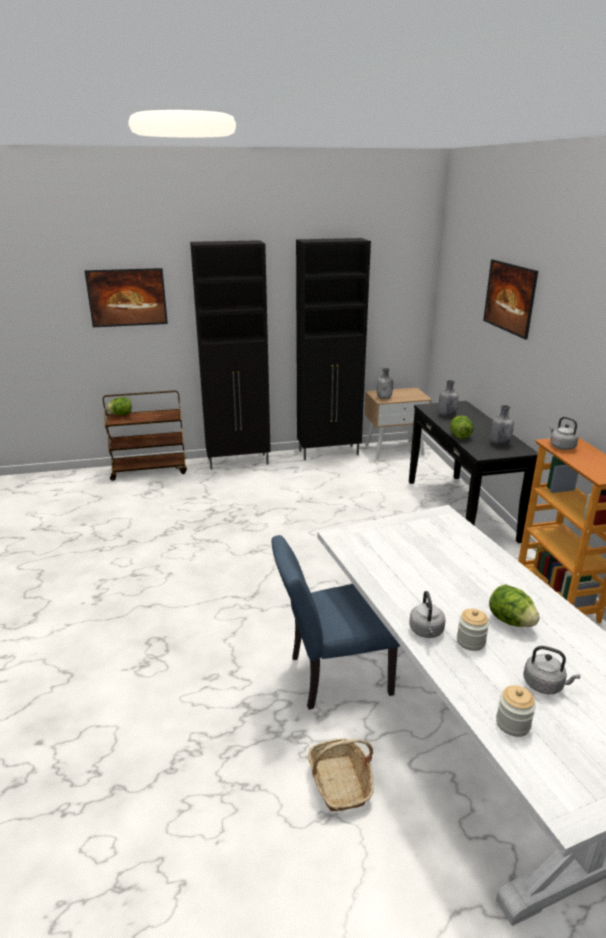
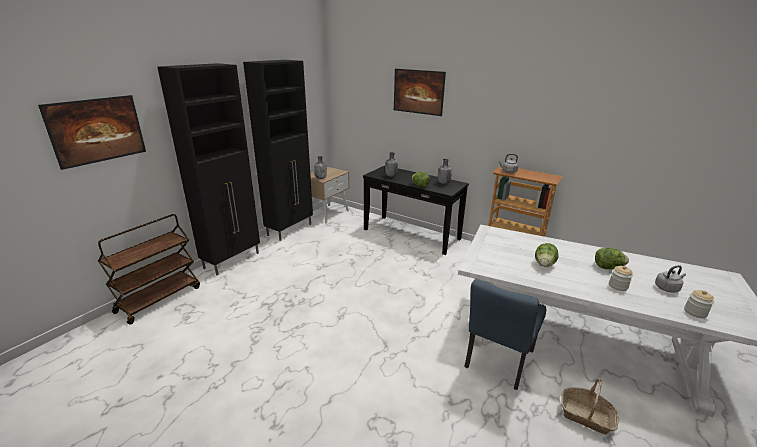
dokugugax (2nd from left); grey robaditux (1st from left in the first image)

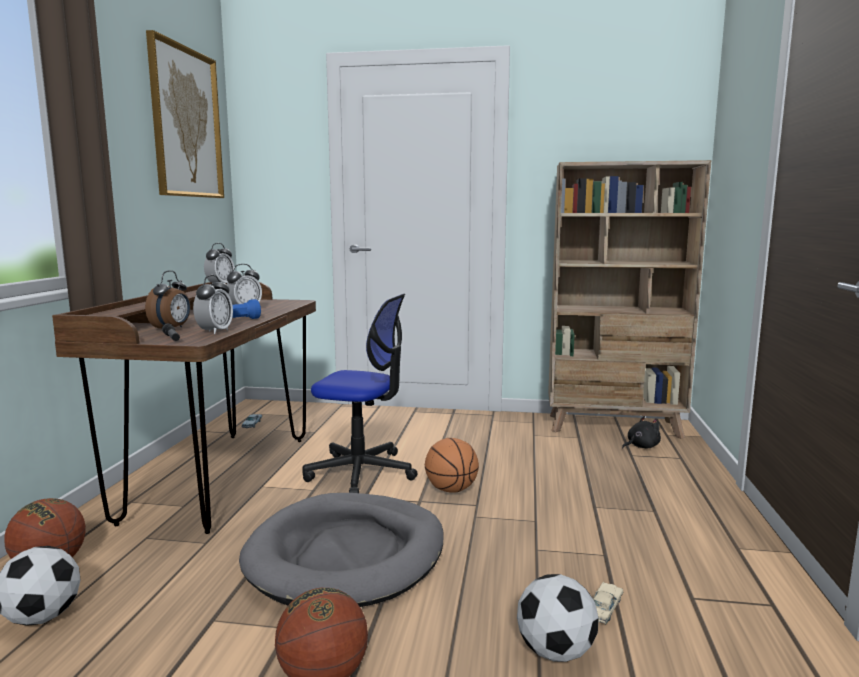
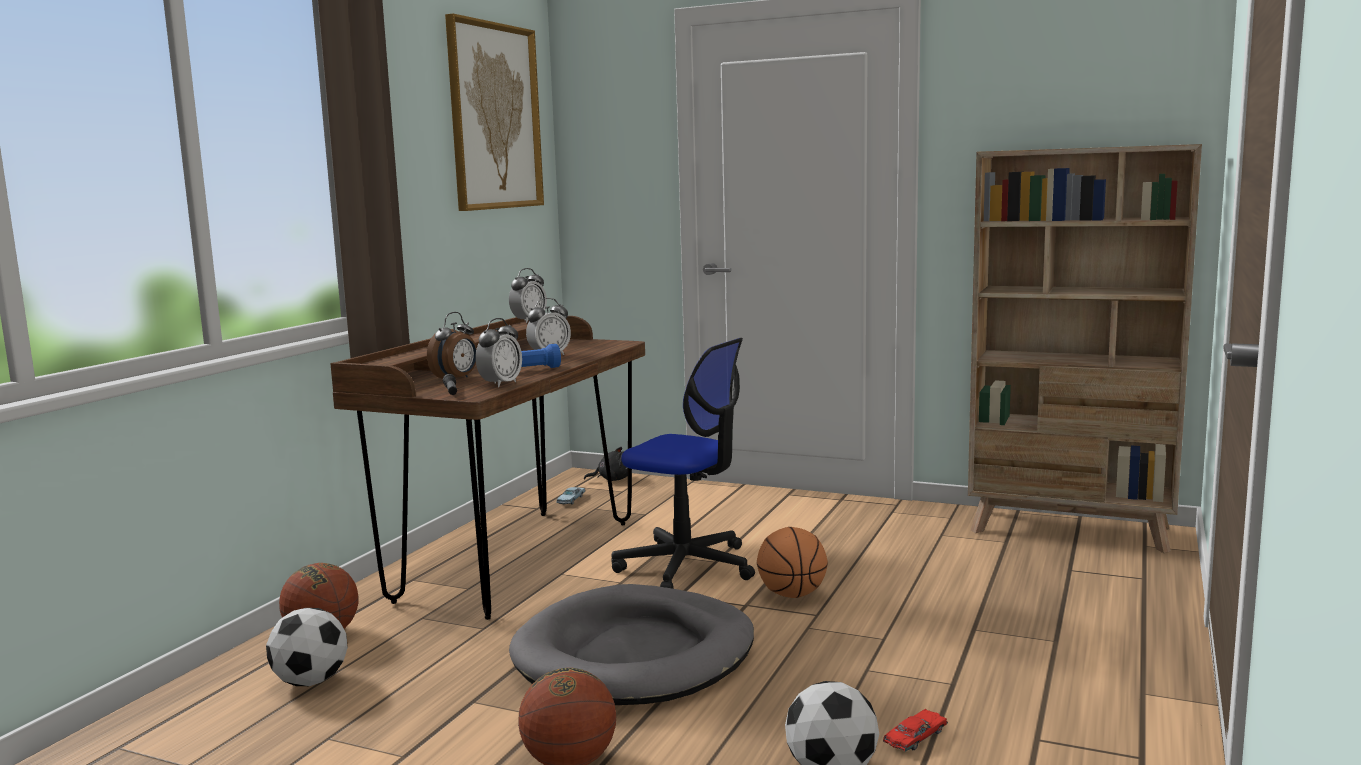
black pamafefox; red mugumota

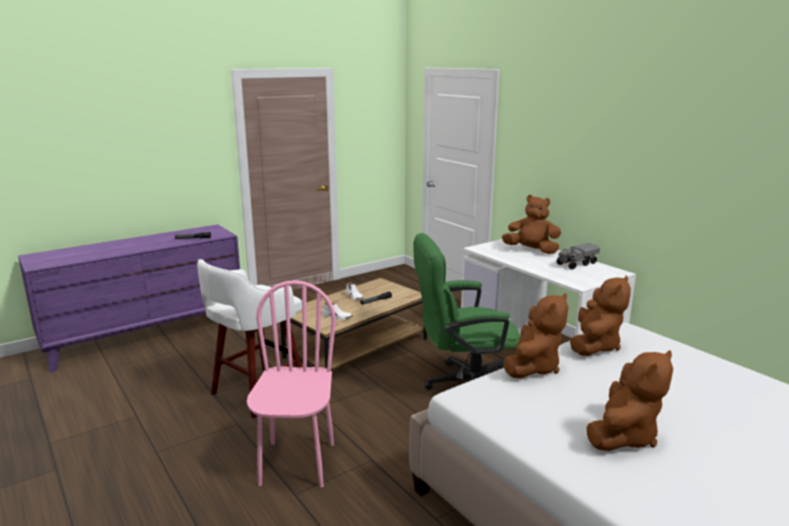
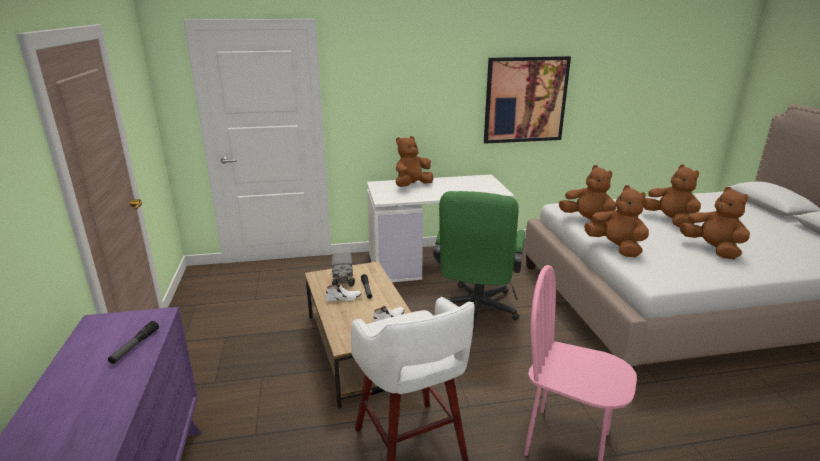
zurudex; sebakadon; brown pamafefox (4th from left)

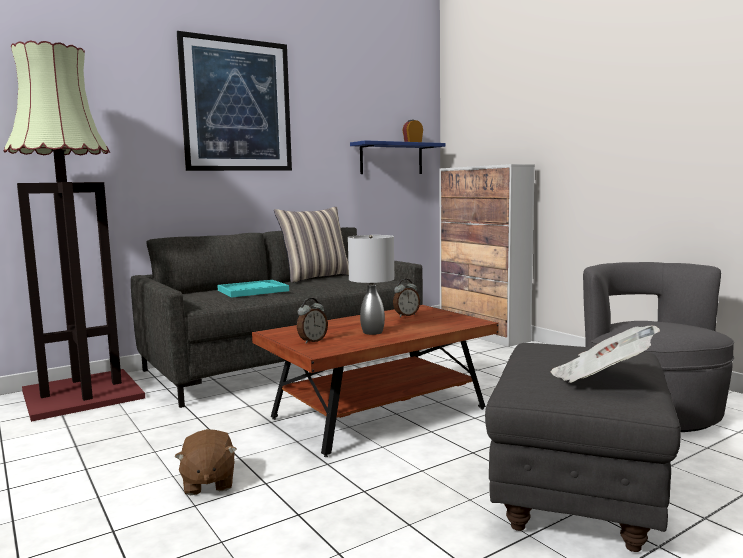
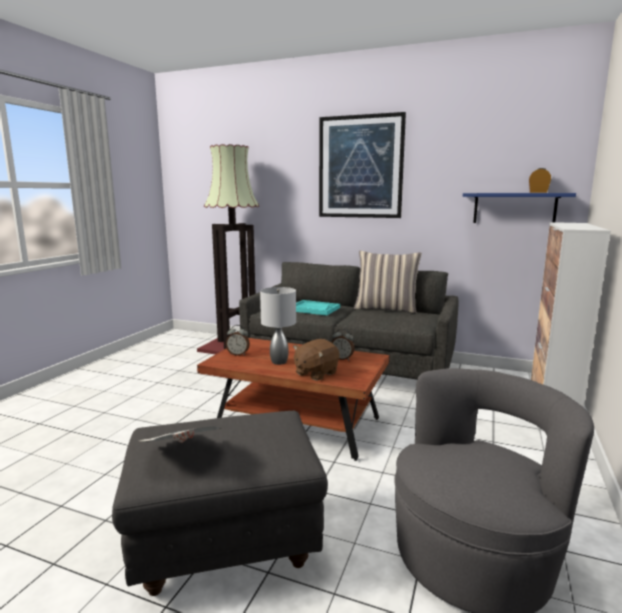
brown pamafefox

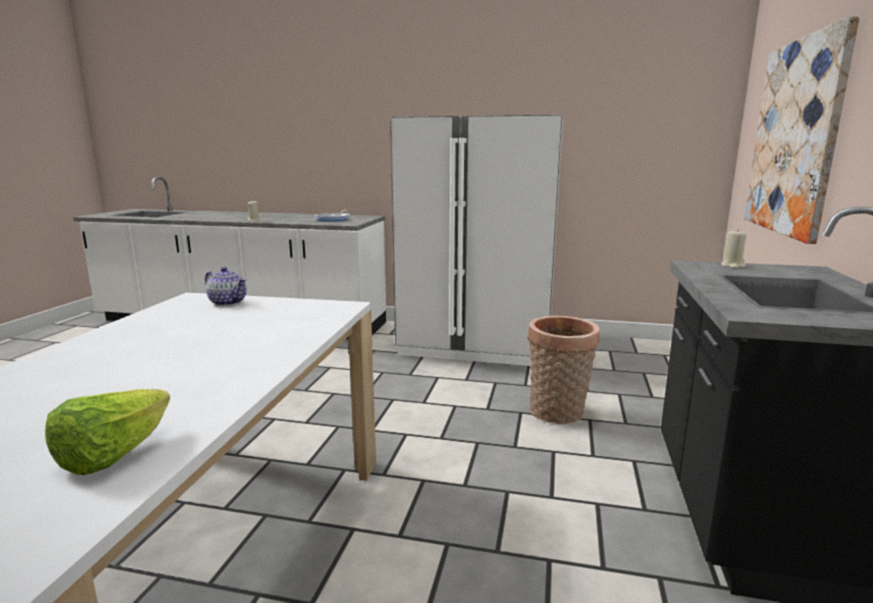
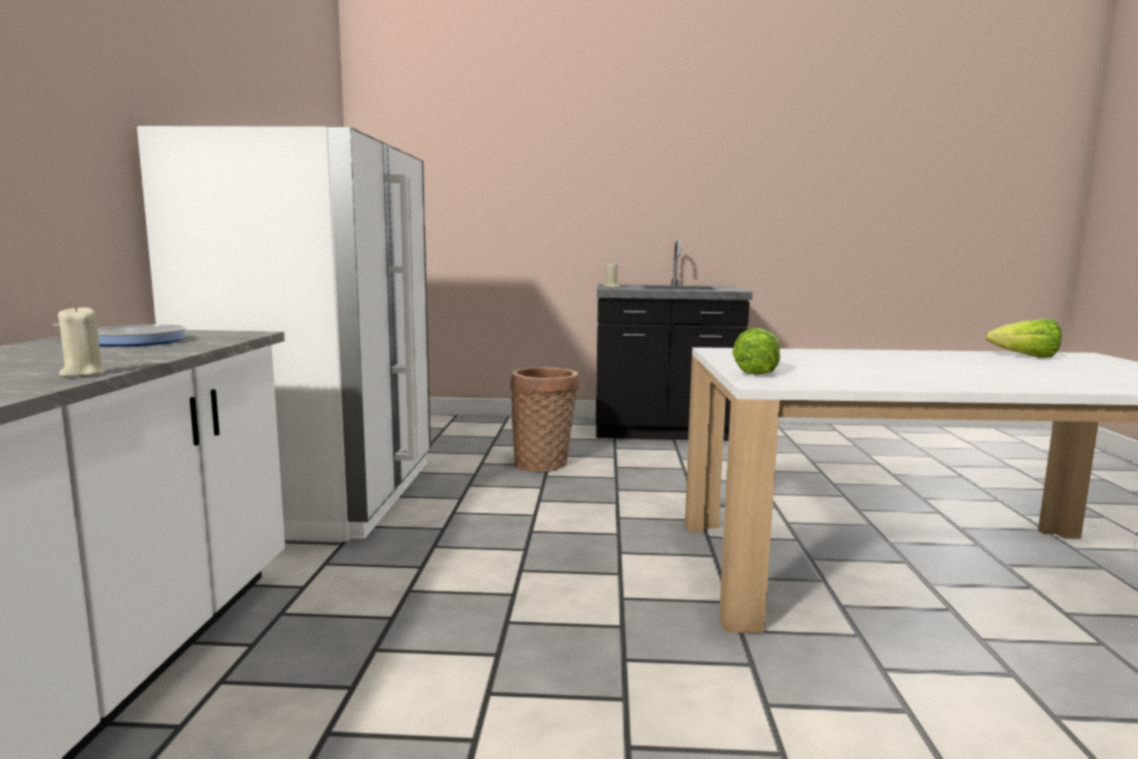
dokugugax (1st from left); sebakadon

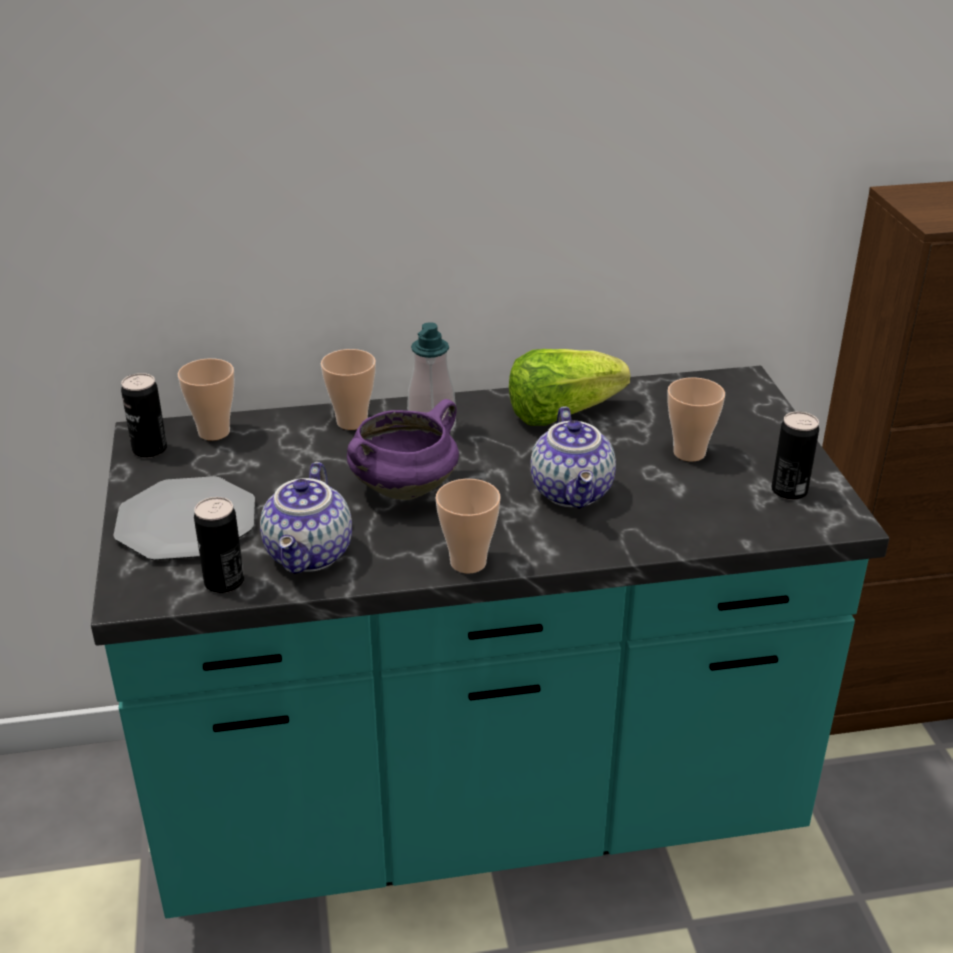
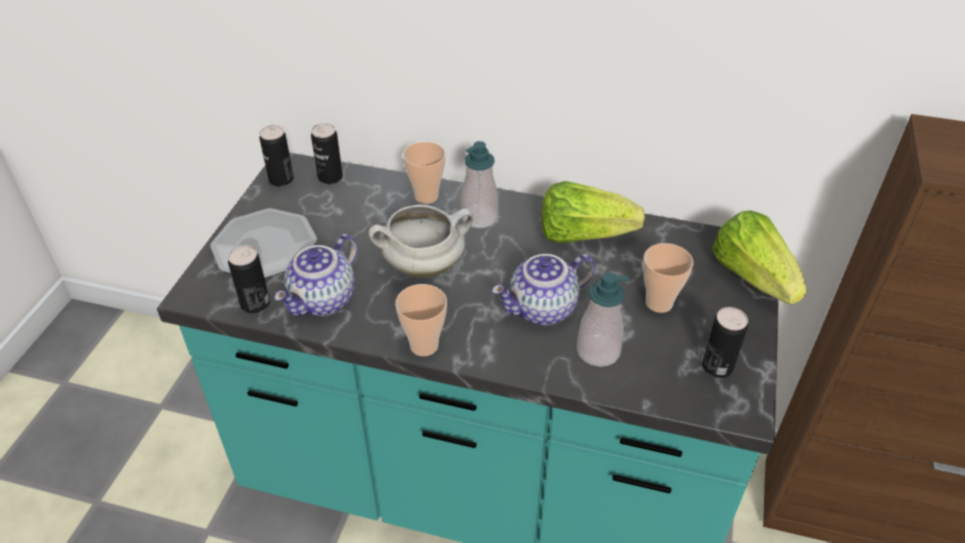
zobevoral (3rd from left); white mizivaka; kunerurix (2nd from left); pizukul (2nd from left); dokugugax (2nd from left)

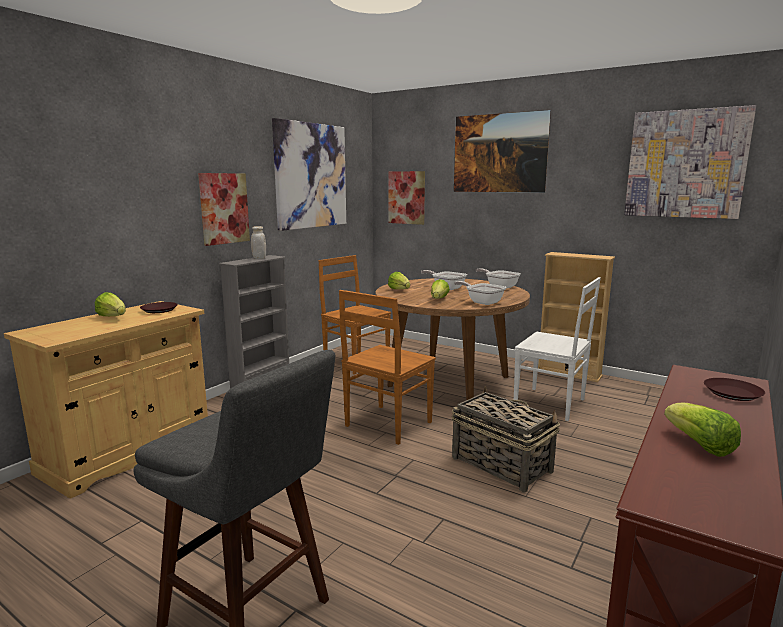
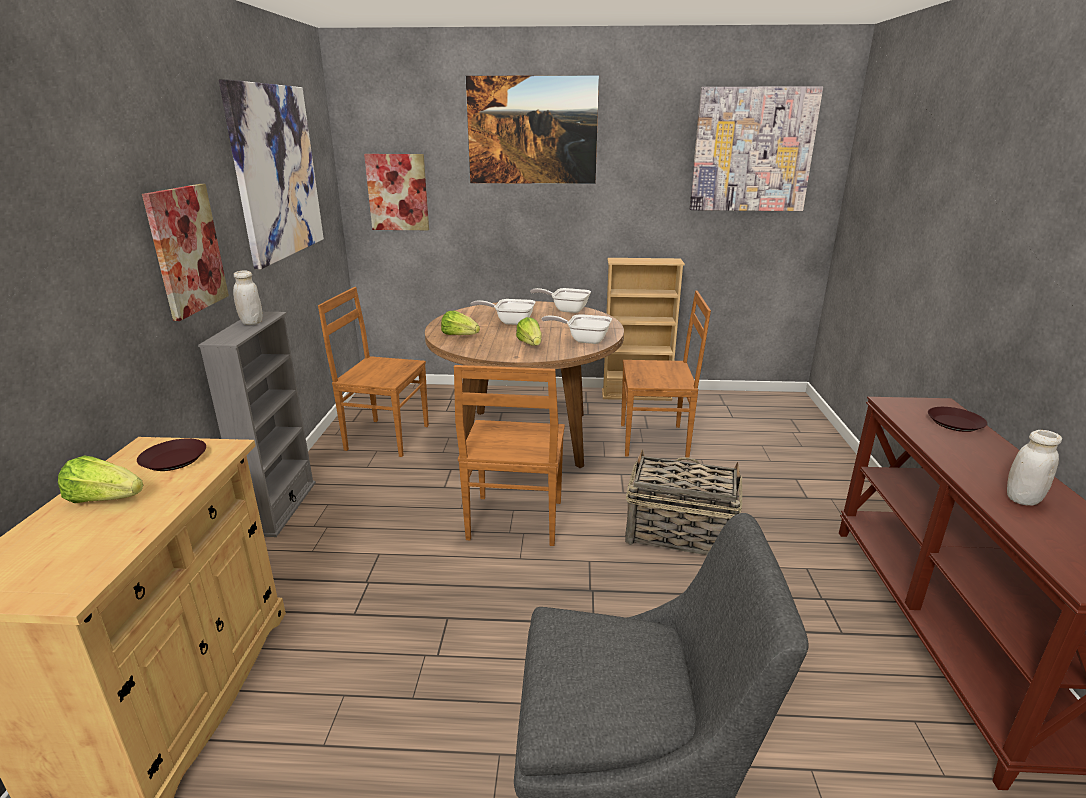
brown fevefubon (3rd from left); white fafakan (2nd from left)

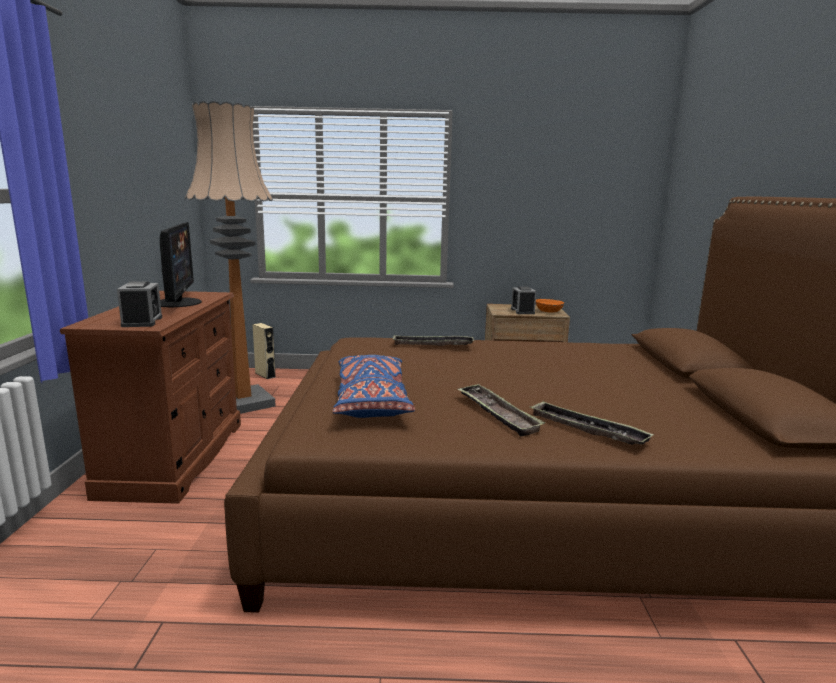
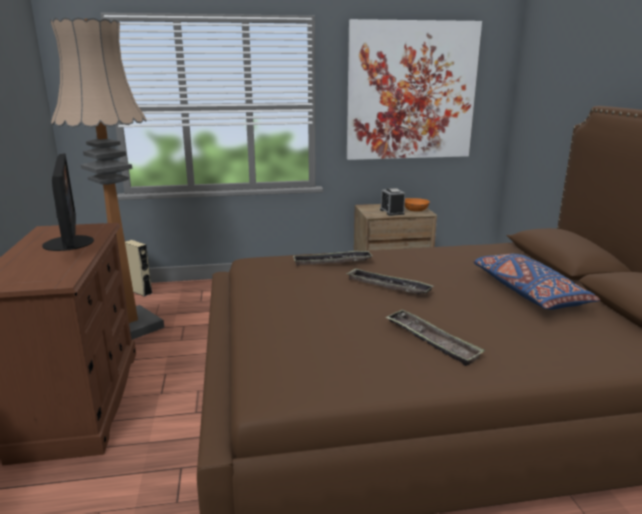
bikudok (2nd from left); sebakadon; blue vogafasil; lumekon (1st from left in the first image)

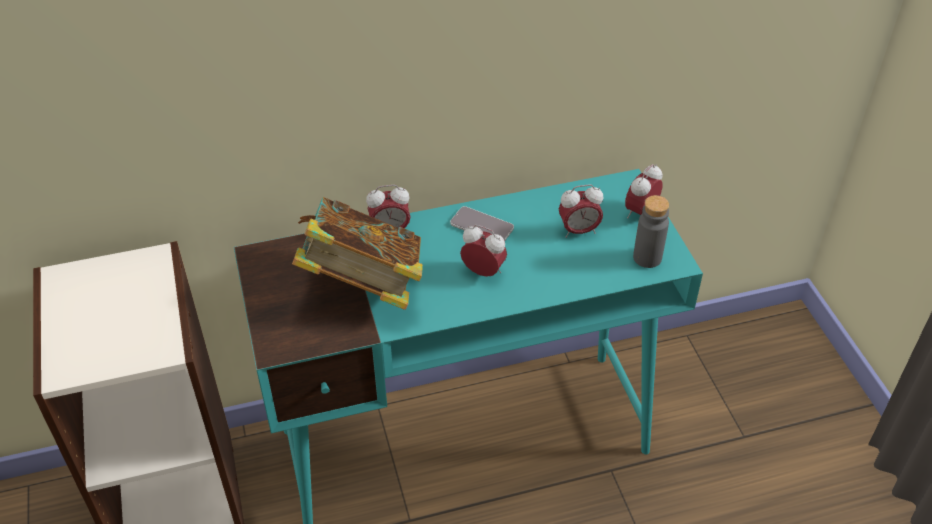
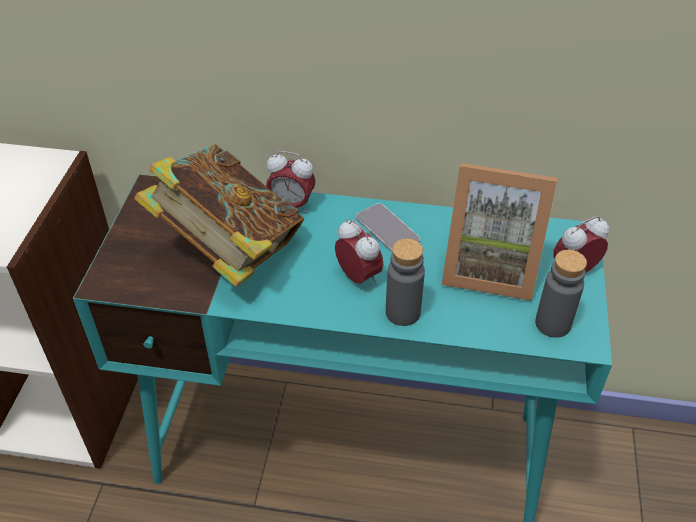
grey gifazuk (1st from left); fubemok

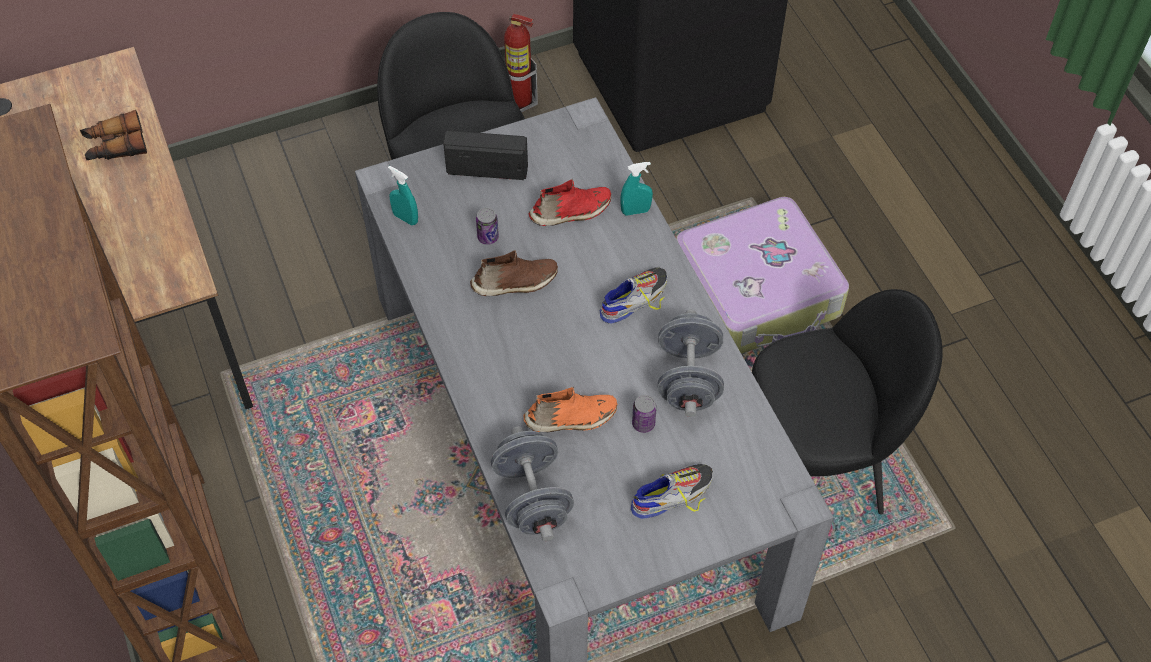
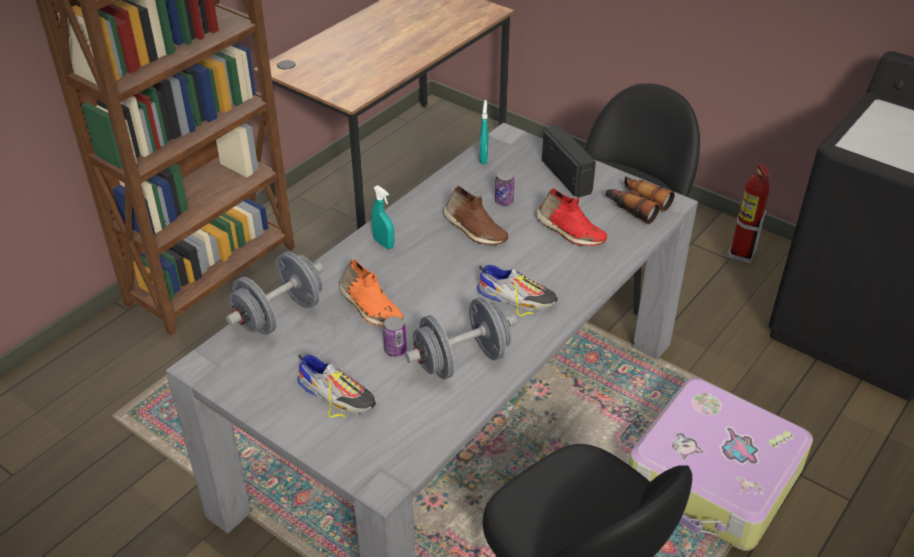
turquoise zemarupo (1st from left); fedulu

